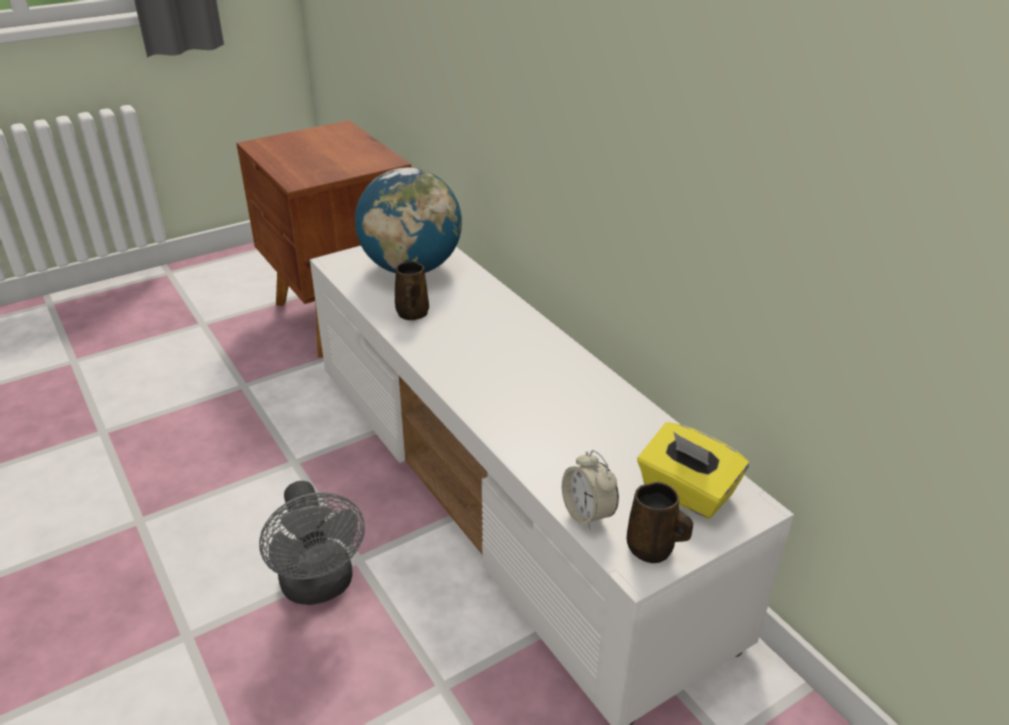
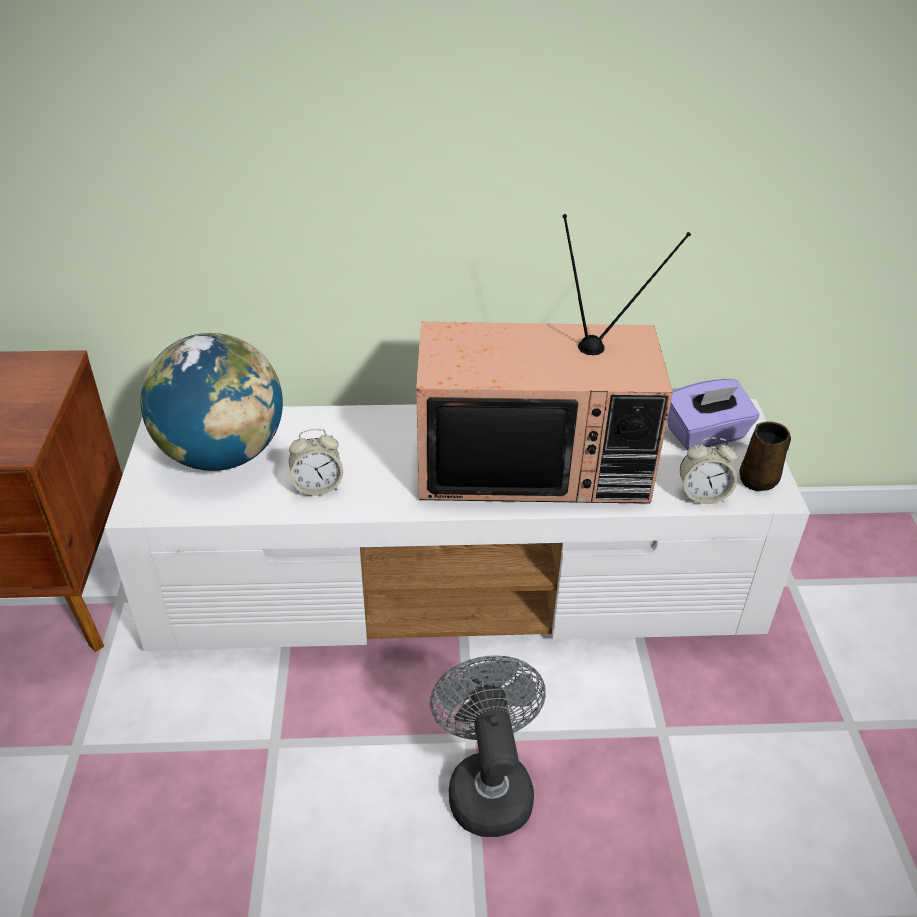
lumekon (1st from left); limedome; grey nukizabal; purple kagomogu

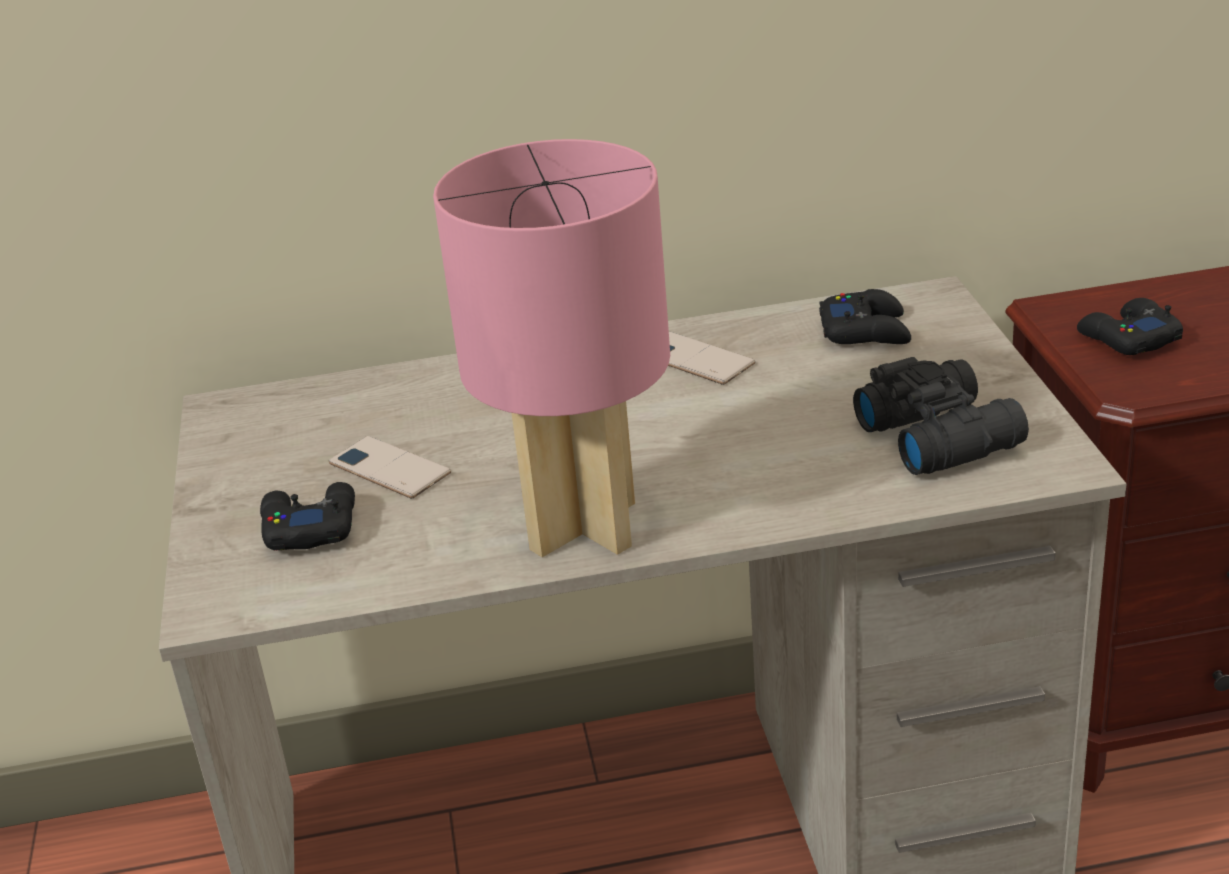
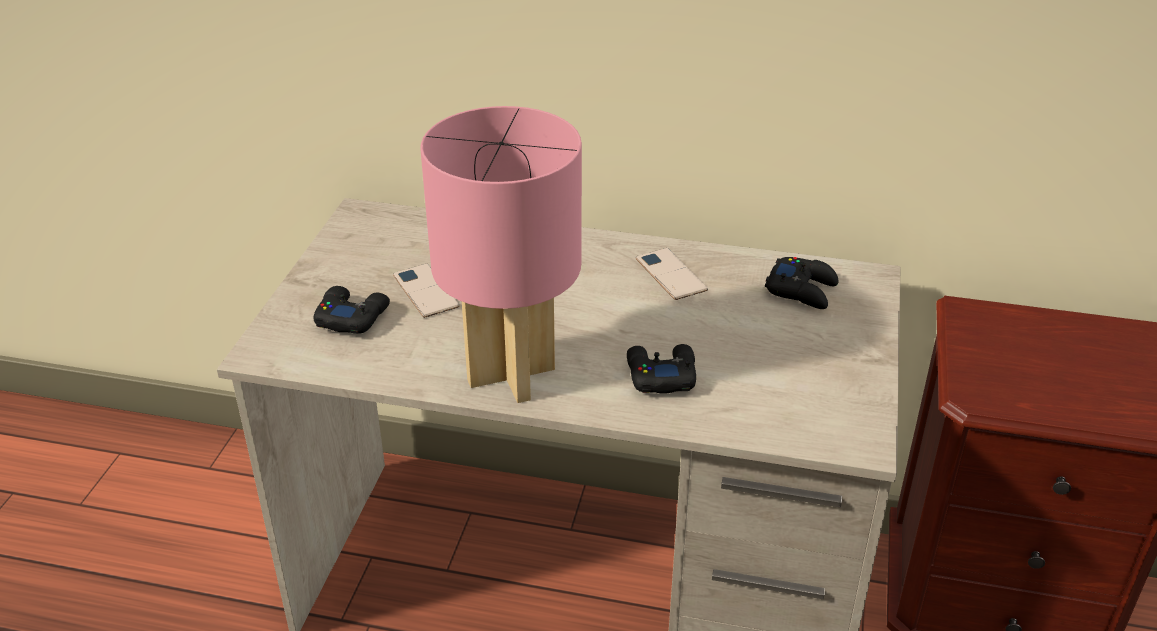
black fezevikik (2nd from left); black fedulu

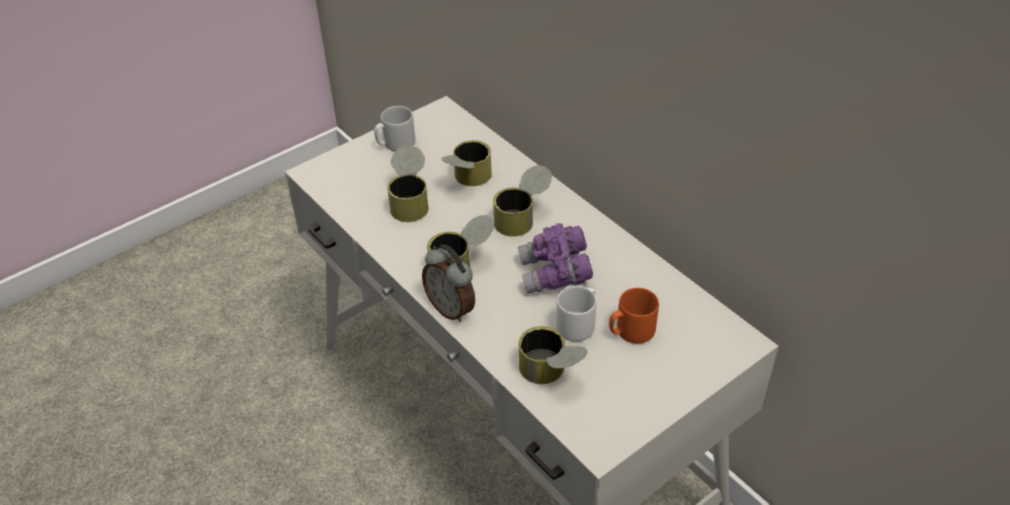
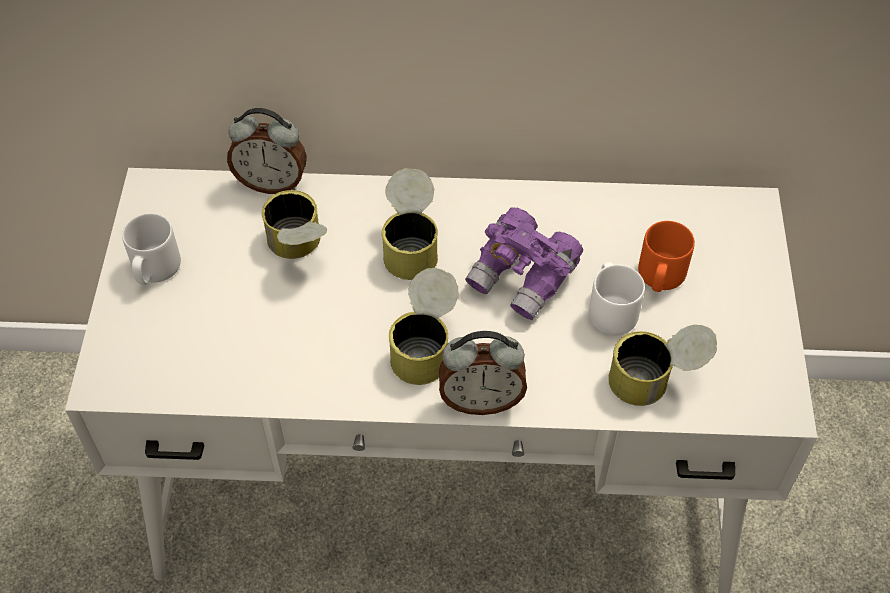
lumekon (1st from left); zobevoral (1st from left in the first image)

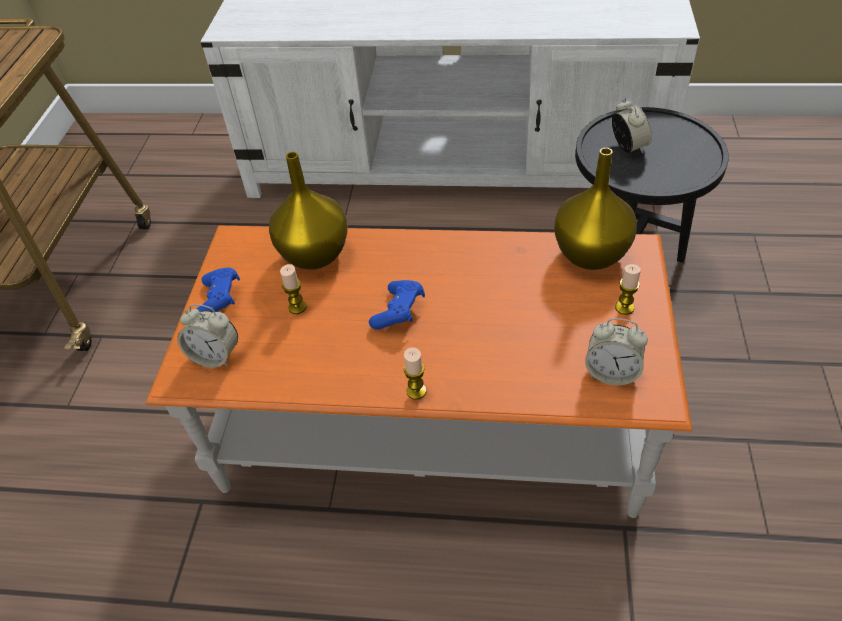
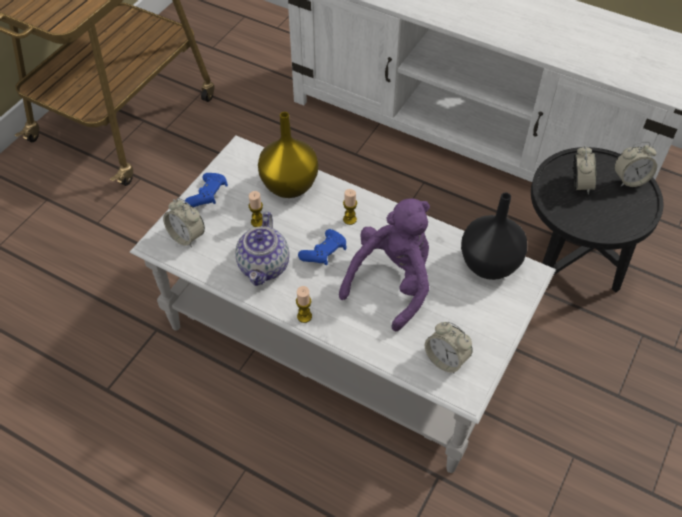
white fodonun; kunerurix; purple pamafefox; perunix (3rd from left); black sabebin; lumekon (4th from left)

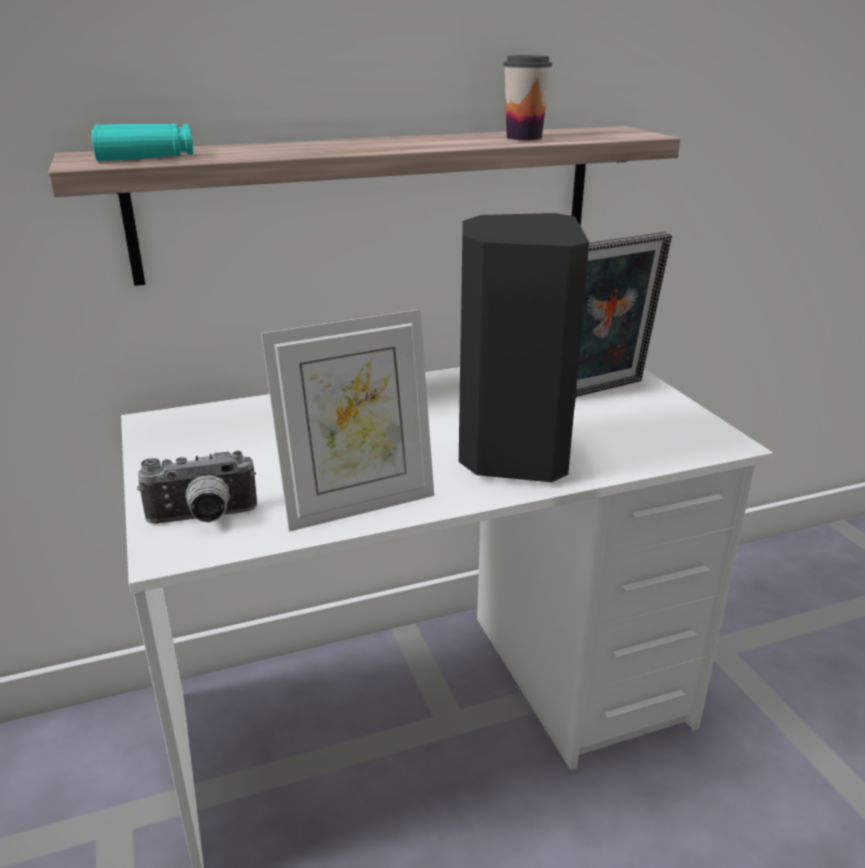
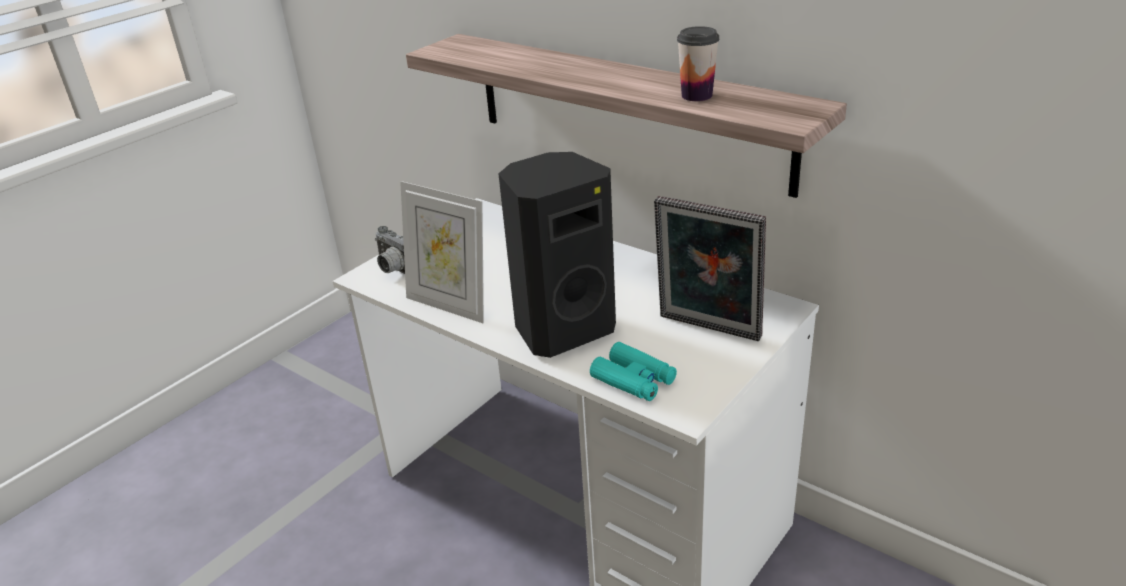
turquoise fedulu

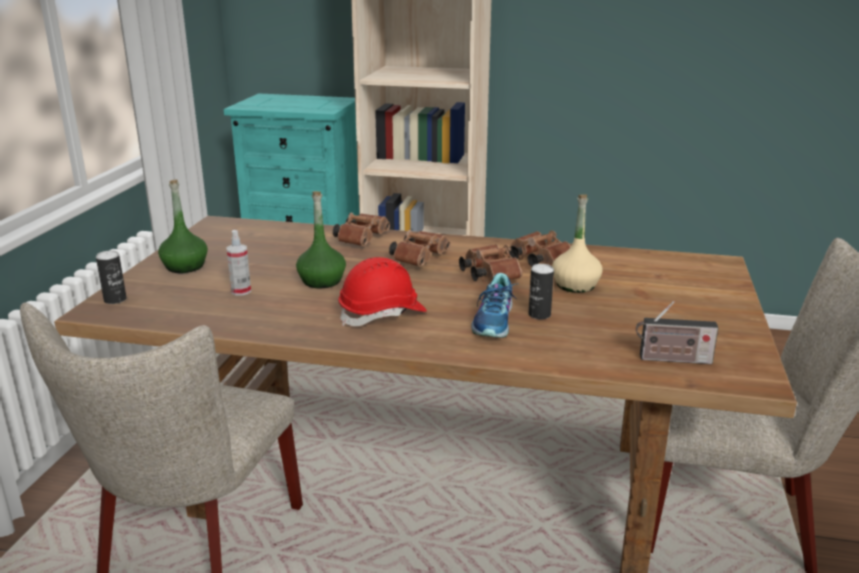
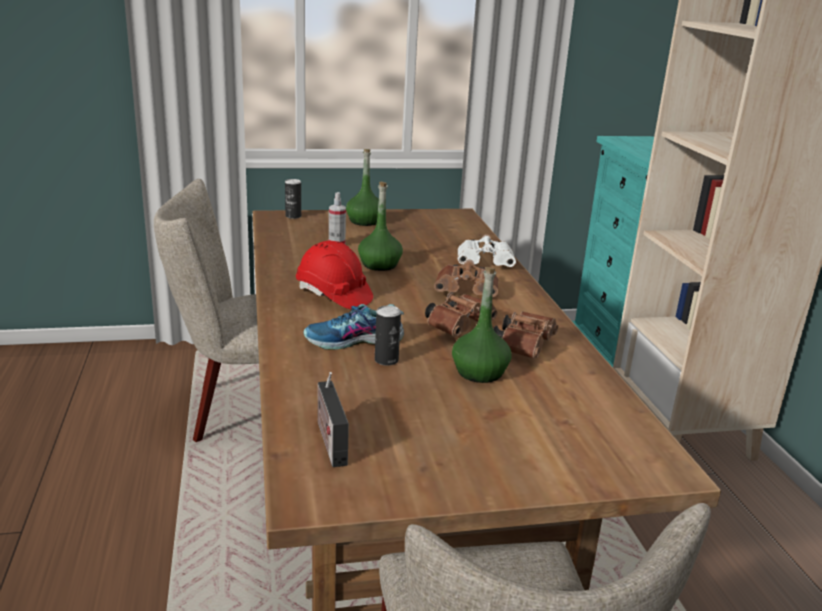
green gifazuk (3rd from left); white fedulu

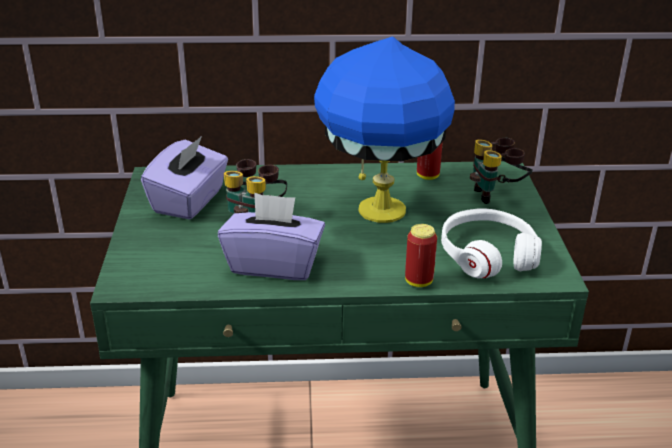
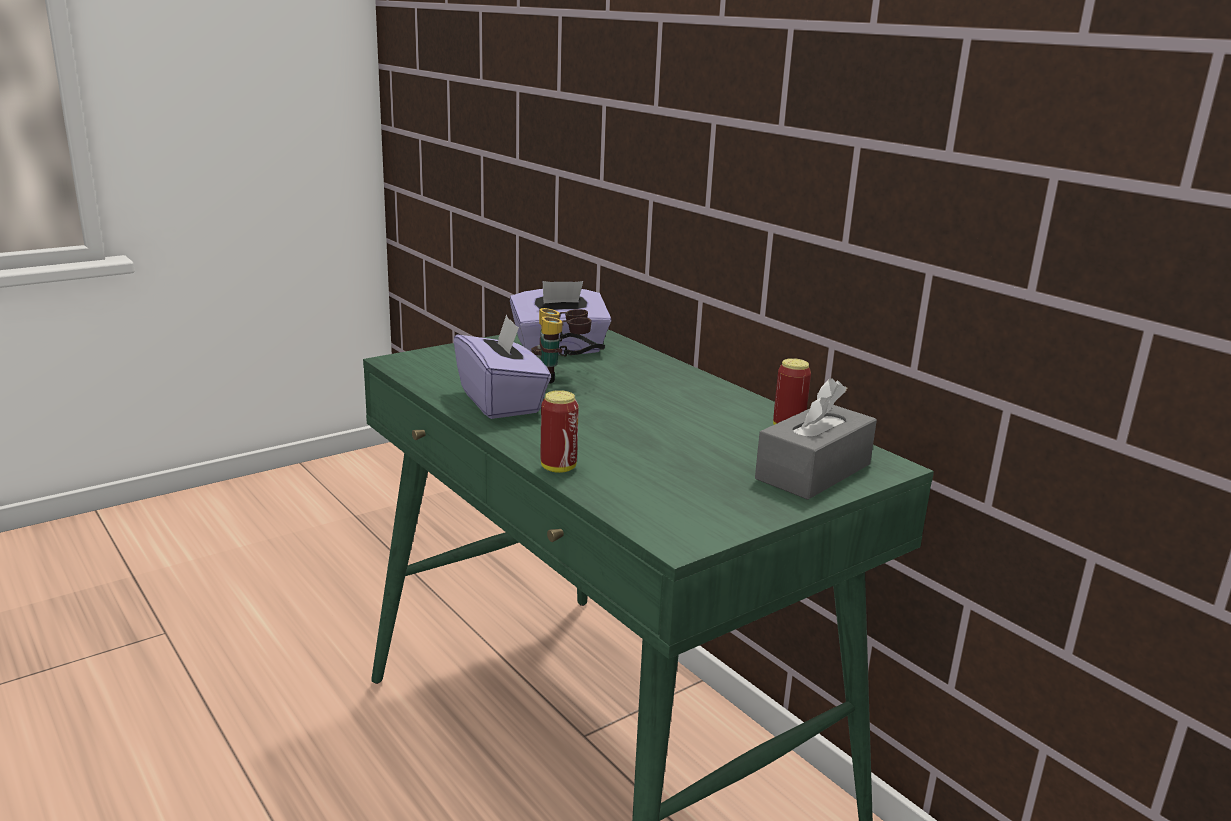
grey kagomogu; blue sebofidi; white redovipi

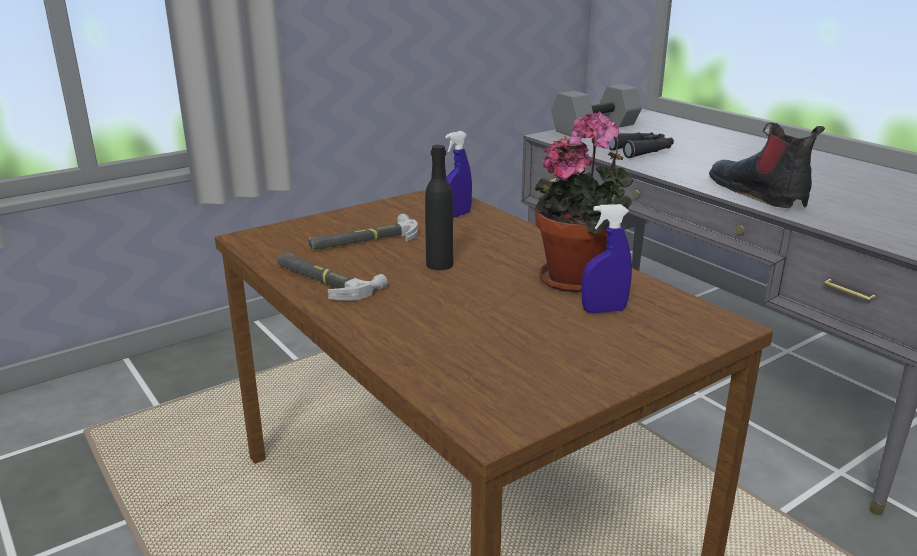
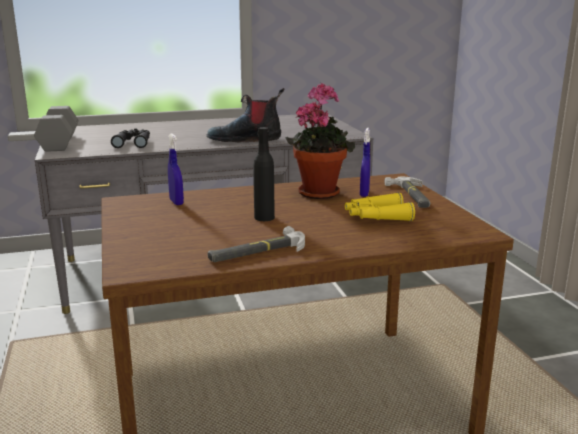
yellow fedulu; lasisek (2nd from left)

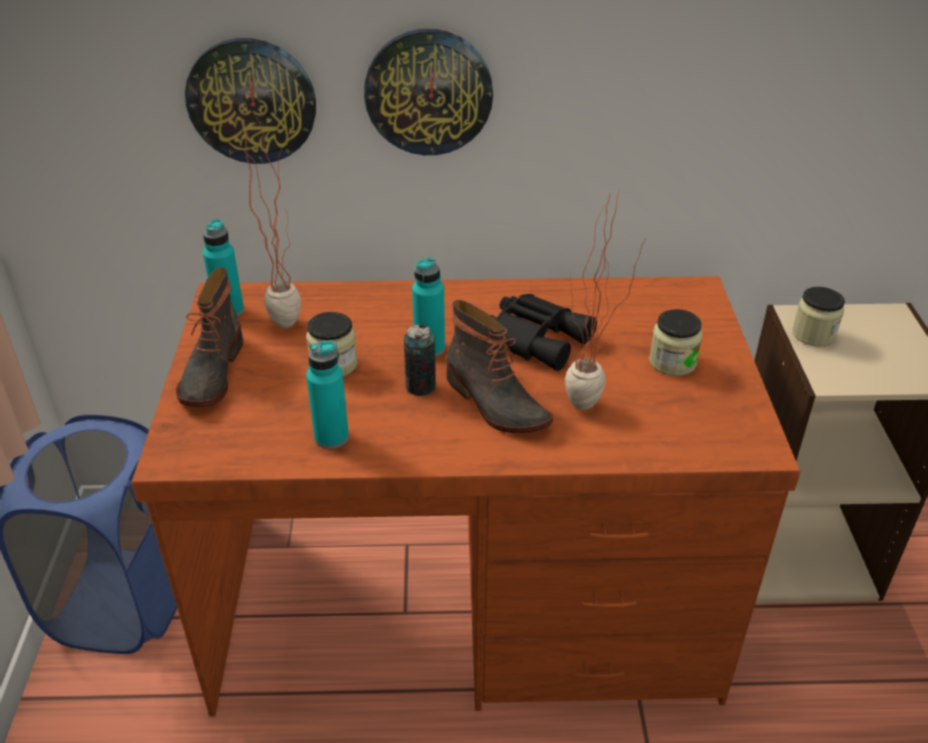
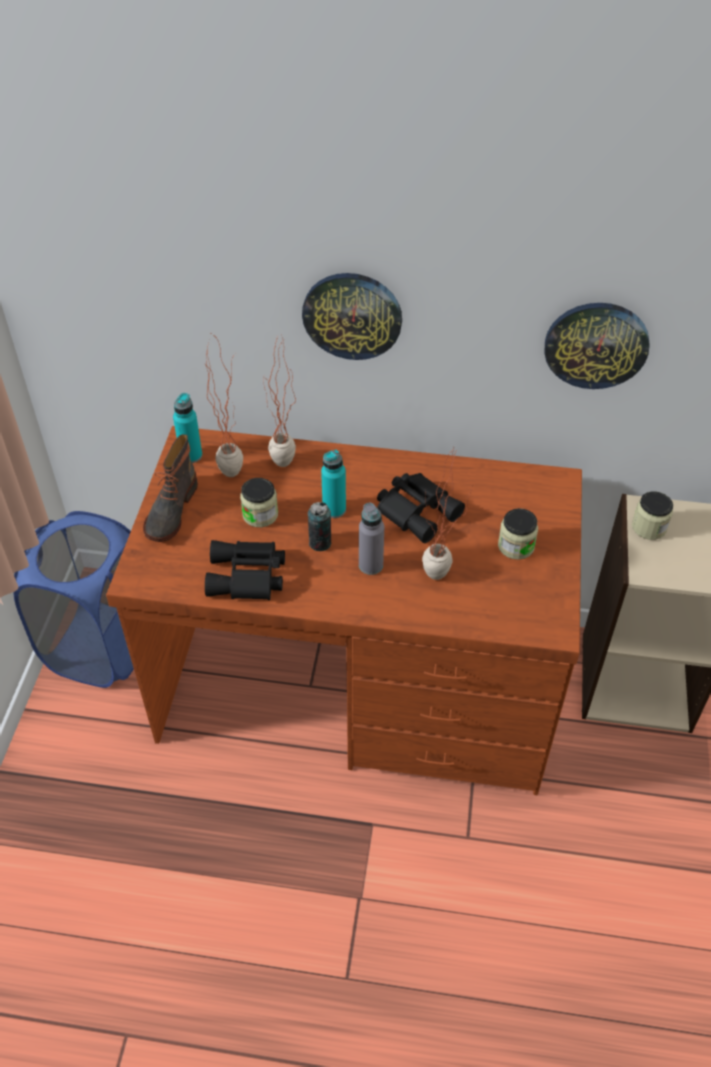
black fedulu (1st from left); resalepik (2nd from left); grey gifazuk; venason (2nd from left)

